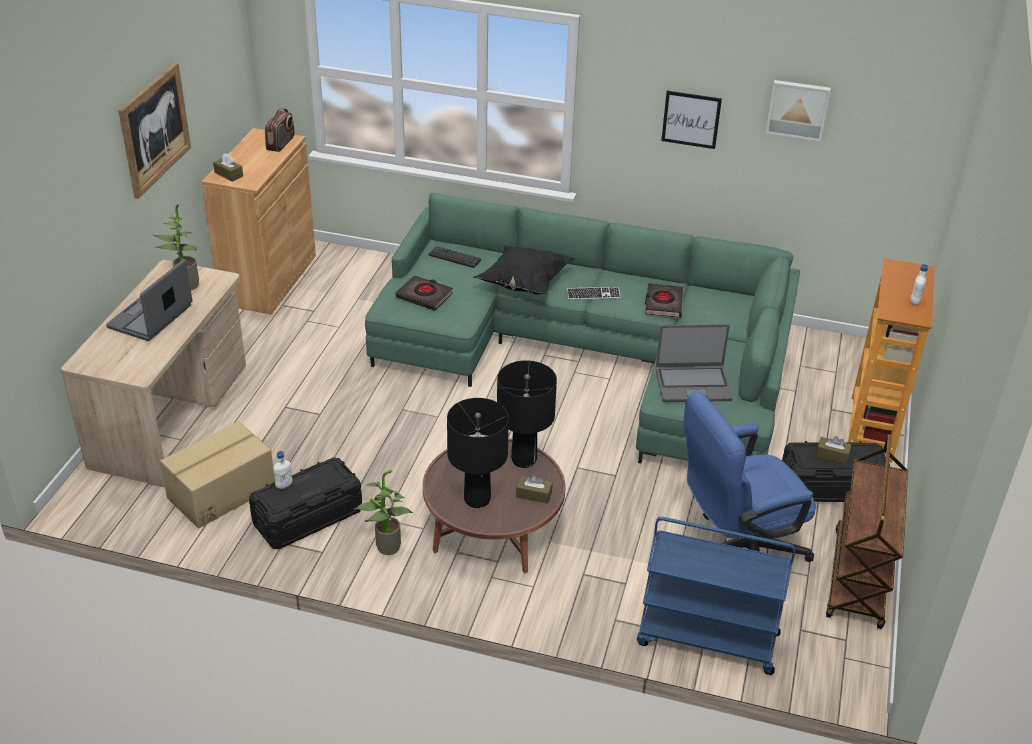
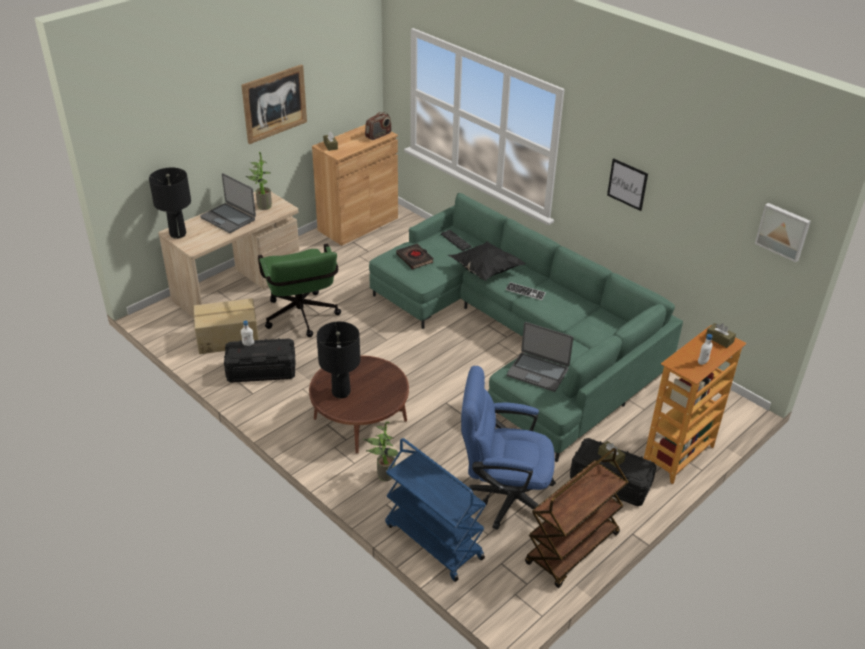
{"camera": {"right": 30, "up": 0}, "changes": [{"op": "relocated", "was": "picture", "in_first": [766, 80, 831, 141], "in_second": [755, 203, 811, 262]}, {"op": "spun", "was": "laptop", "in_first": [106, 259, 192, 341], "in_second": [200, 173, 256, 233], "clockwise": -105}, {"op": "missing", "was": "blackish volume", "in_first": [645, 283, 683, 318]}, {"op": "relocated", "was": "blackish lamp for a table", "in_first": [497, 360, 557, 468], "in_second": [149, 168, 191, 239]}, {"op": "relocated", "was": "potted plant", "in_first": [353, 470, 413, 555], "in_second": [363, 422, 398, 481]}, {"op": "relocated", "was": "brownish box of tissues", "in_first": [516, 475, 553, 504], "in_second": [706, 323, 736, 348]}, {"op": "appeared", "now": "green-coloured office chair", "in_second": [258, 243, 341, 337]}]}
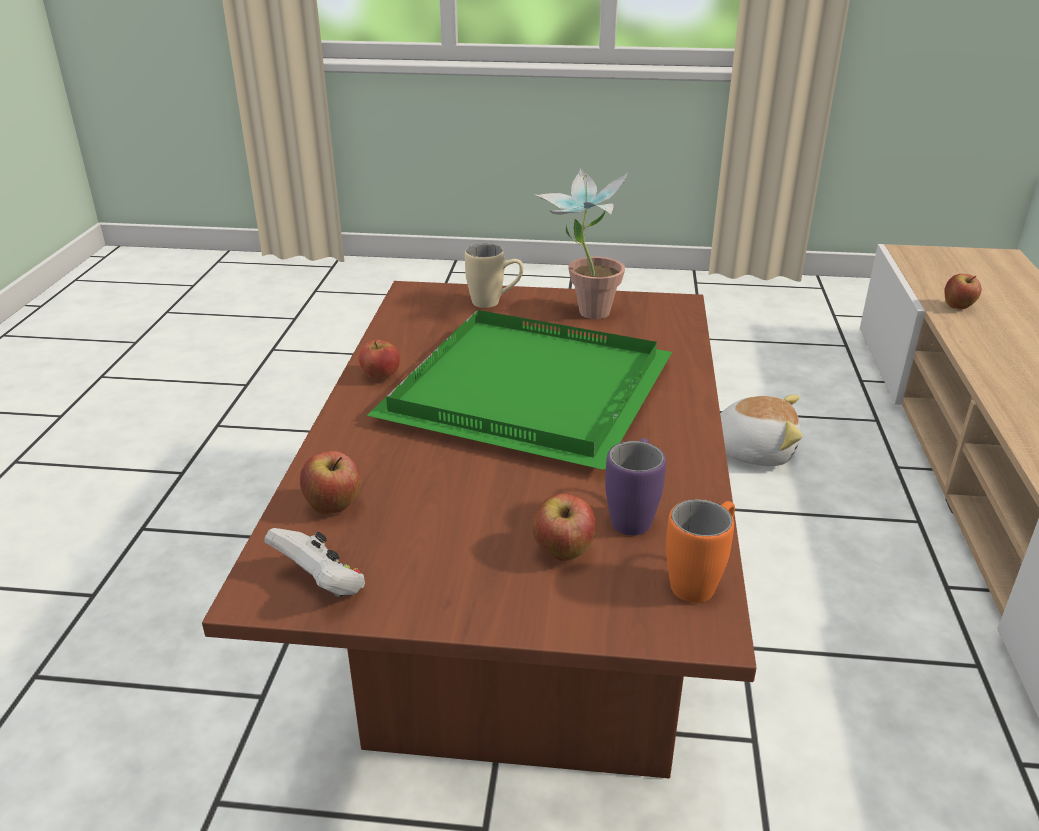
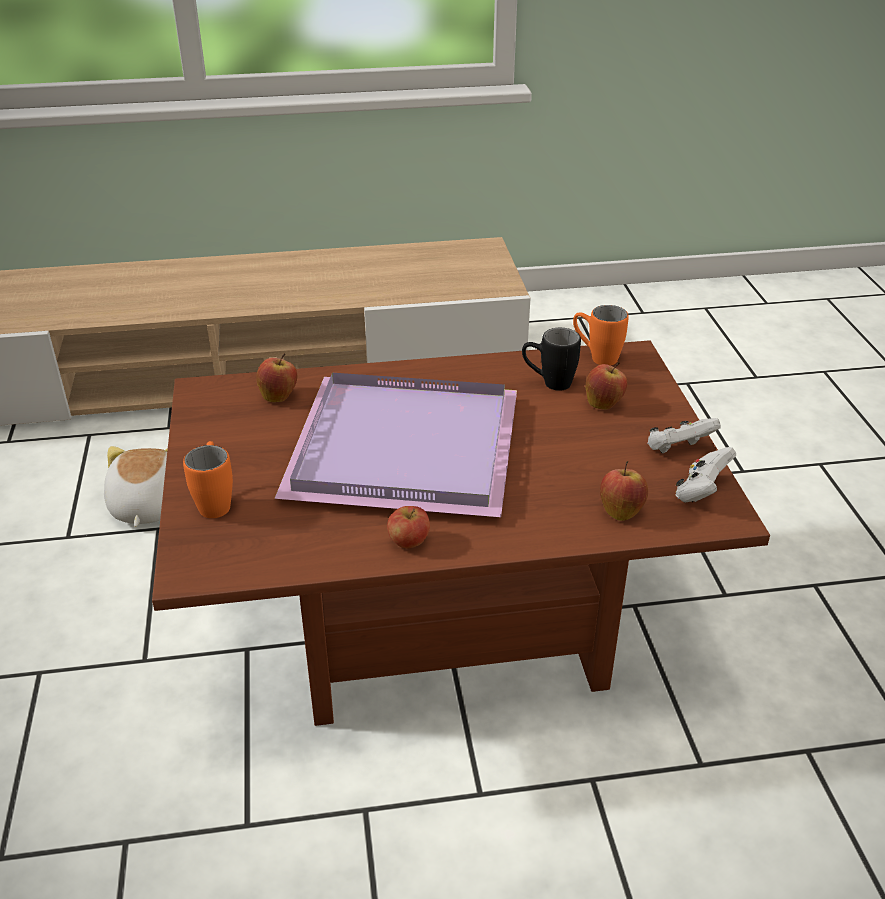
{"camera": {"right": -105, "up": 5}, "changes": [{"op": "missing", "was": "potted plant", "in_first": [535, 168, 628, 319]}, {"op": "colour", "was": "beige-coloured coffee mug", "now": "orange-coloured coffee mug", "in_first": [465, 244, 523, 308], "in_second": [183, 441, 233, 518]}, {"op": "relocated", "was": "apple", "in_first": [944, 274, 982, 309], "in_second": [256, 353, 297, 402]}, {"op": "colour", "was": "green-coloured tray", "now": "purple tray", "in_first": [367, 310, 672, 470], "in_second": [274, 373, 517, 517]}, {"op": "colour", "was": "purple coffee mug", "now": "blackish coffee mug", "in_first": [605, 438, 666, 536], "in_second": [522, 328, 581, 391]}, {"op": "appeared", "now": "whitish game controller", "in_second": [647, 418, 721, 453]}]}
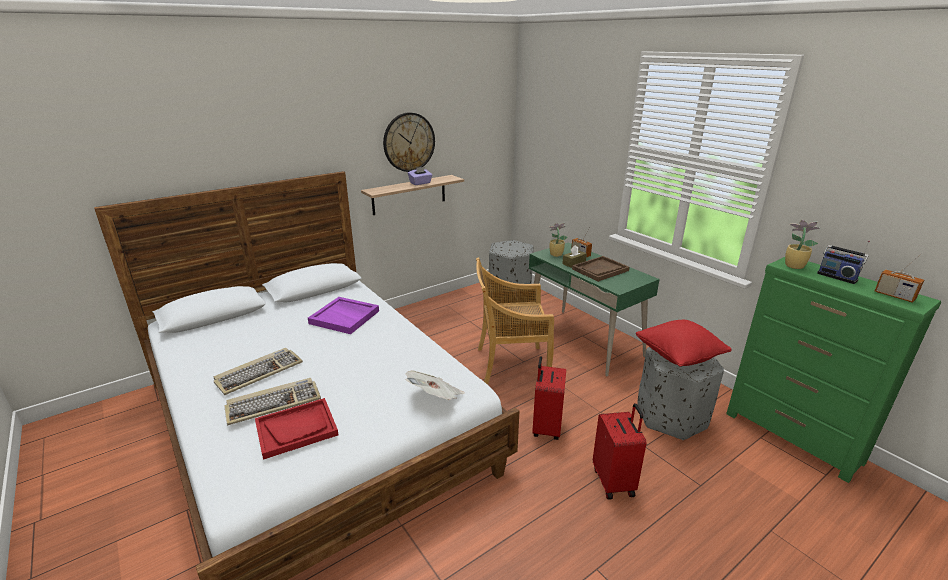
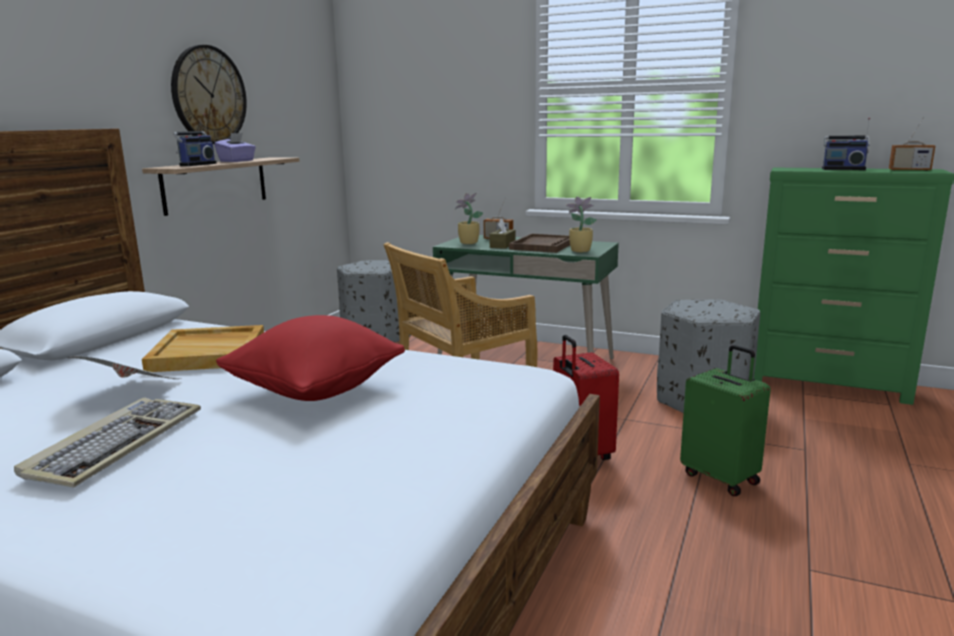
{"camera": {"right": -30, "up": -10}, "changes": [{"op": "relocated", "was": "potted plant", "in_first": [785, 220, 820, 269], "in_second": [565, 197, 597, 252]}, {"op": "colour", "was": "purple tray", "now": "beige-coloured tray", "in_first": [308, 297, 379, 334], "in_second": [142, 325, 264, 372]}, {"op": "relocated", "was": "reddish throw pillow", "in_first": [636, 319, 732, 367], "in_second": [216, 315, 405, 401]}, {"op": "relocated", "was": "newspaper", "in_first": [405, 370, 464, 400], "in_second": [67, 356, 182, 379]}, {"op": "missing", "was": "keyboard", "in_first": [224, 378, 321, 425]}, {"op": "missing", "was": "reddish tray", "in_first": [255, 398, 339, 460]}, {"op": "colour", "was": "reddish piece of luggage", "now": "green-coloured piece of luggage", "in_first": [593, 403, 647, 500], "in_second": [680, 345, 771, 496]}, {"op": "appeared", "now": "radio receiver", "in_second": [173, 113, 217, 166]}]}
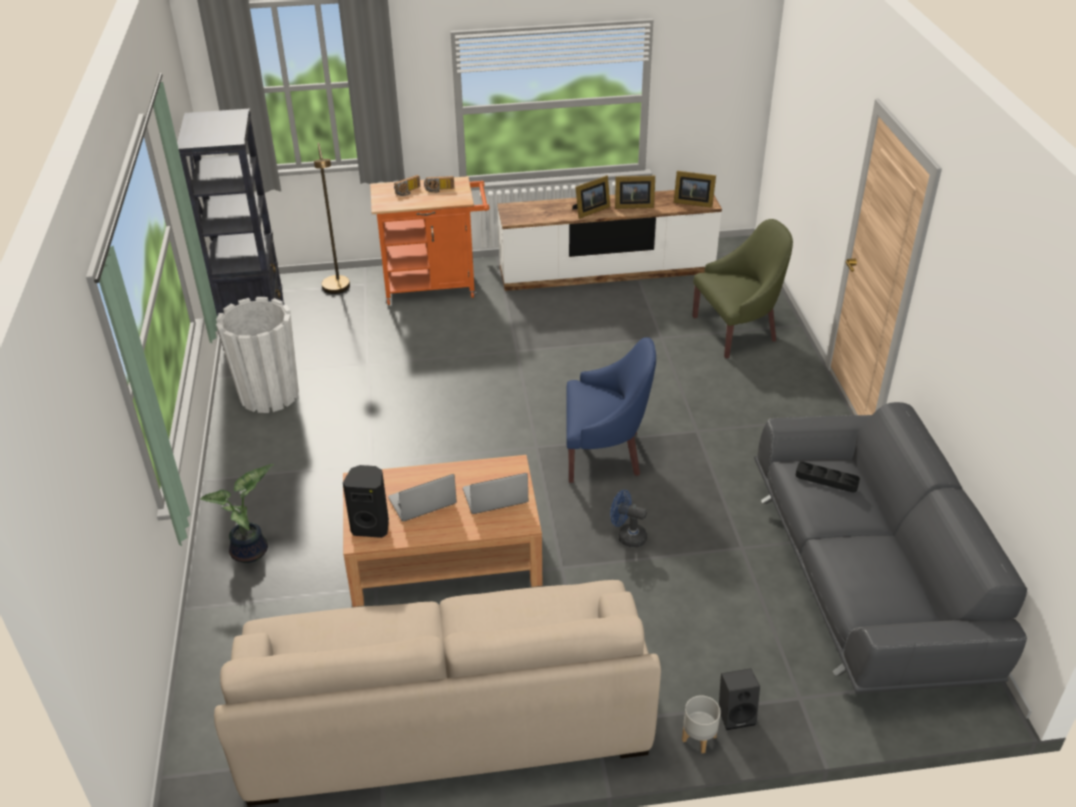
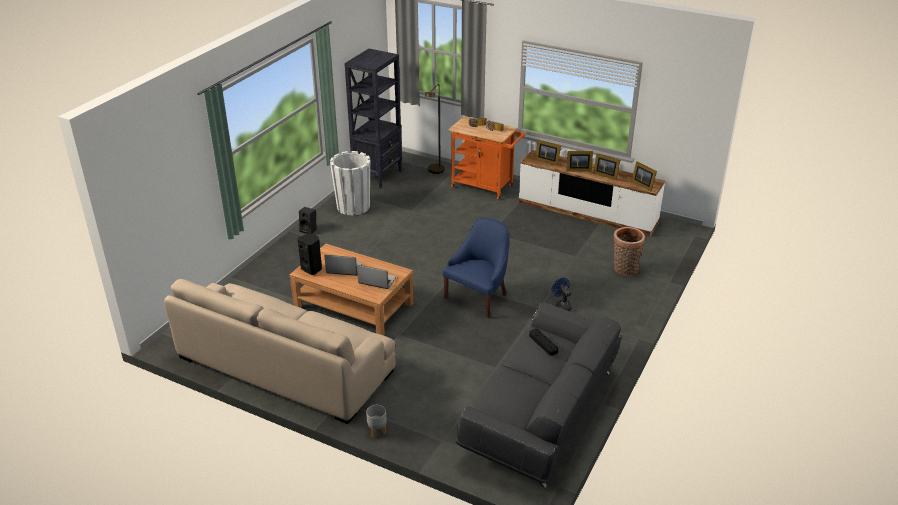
{"camera": {"right": 35, "up": -5}, "changes": [{"op": "exchanged", "was": "green-coloured easy chair", "now": "household basket", "in_first": [692, 219, 793, 358], "in_second": [613, 227, 645, 276]}, {"op": "spun", "was": "bluish easy chair", "in_first": [567, 337, 656, 483], "in_second": [443, 217, 510, 318], "clockwise": -90}, {"op": "missing", "was": "potted plant", "in_first": [200, 464, 274, 563]}, {"op": "relocated", "was": "bluish fan", "in_first": [610, 490, 647, 548], "in_second": [551, 277, 572, 311]}, {"op": "relocated", "was": "blackish speaker", "in_first": [719, 668, 760, 730], "in_second": [299, 207, 316, 234]}, {"op": "appeared", "now": "picture frame", "in_second": [535, 140, 561, 165]}]}
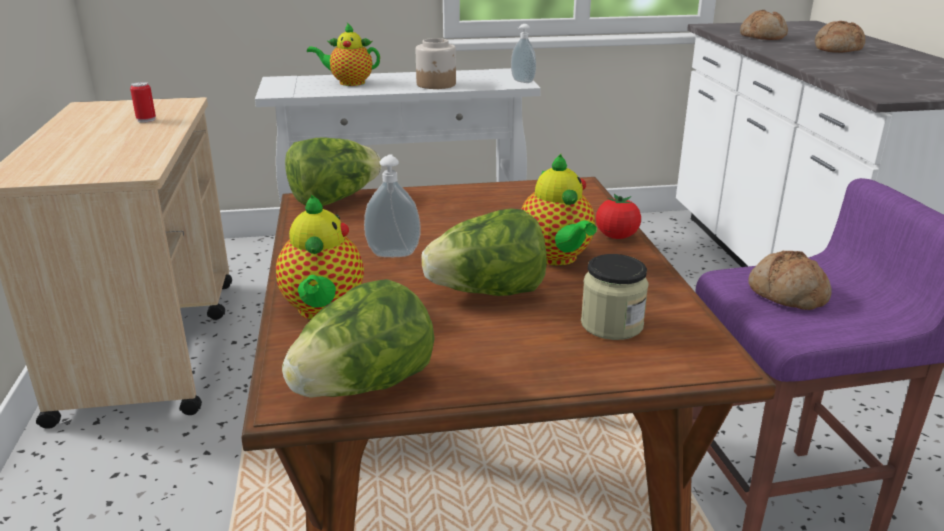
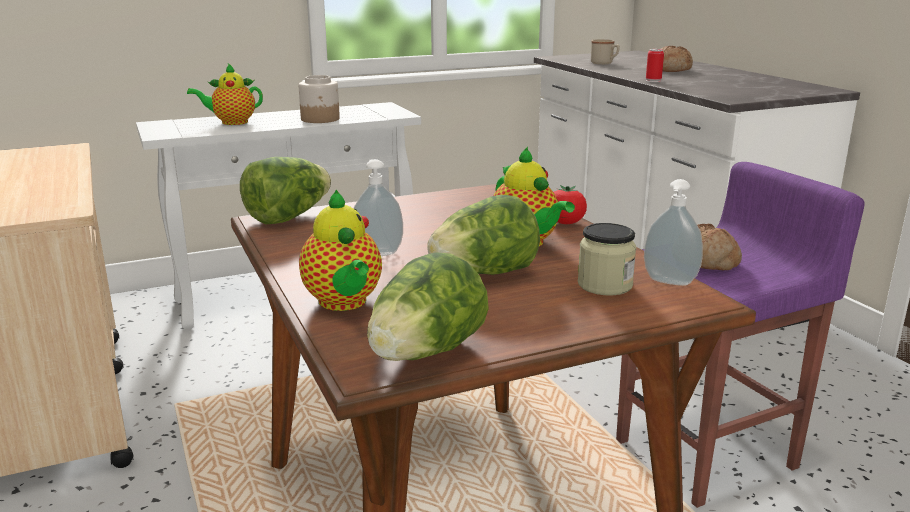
{"camera": {"right": -15, "up": -5}, "changes": [{"op": "exchanged", "was": "bread", "now": "beige-coloured coffee mug", "in_first": [740, 10, 788, 40], "in_second": [591, 39, 620, 64]}, {"op": "relocated", "was": "liquid soap bottle", "in_first": [511, 24, 536, 83], "in_second": [644, 179, 703, 286]}, {"op": "relocated", "was": "can", "in_first": [130, 82, 156, 123], "in_second": [646, 49, 664, 82]}]}
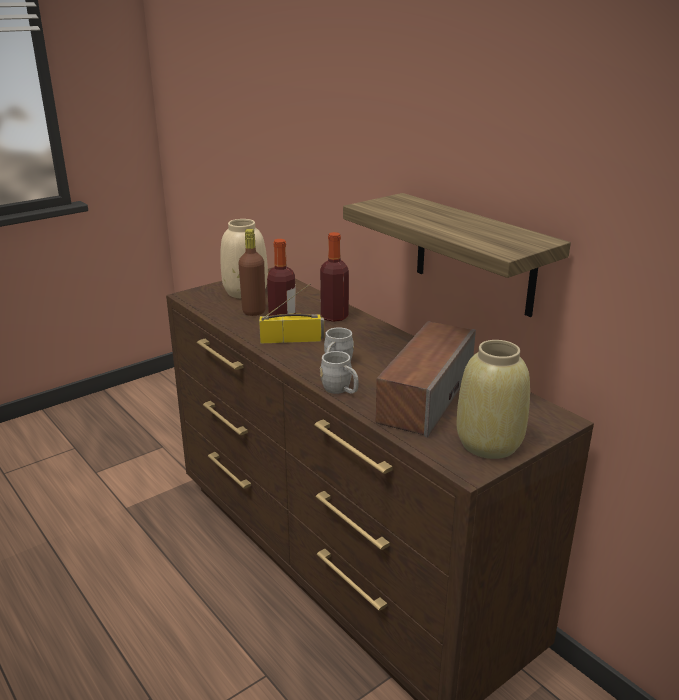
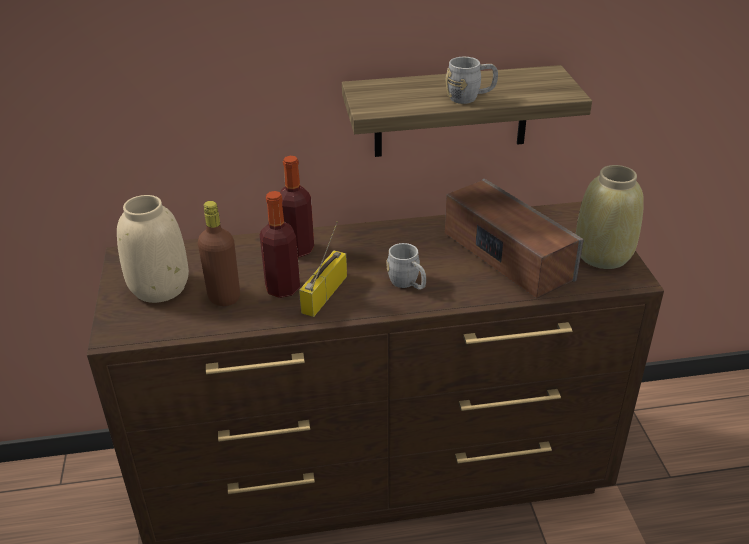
{"camera": {"right": -60, "up": 10}, "changes": [{"op": "relocated", "was": "gray coffee mug", "in_first": [320, 351, 359, 394], "in_second": [446, 57, 498, 104]}]}
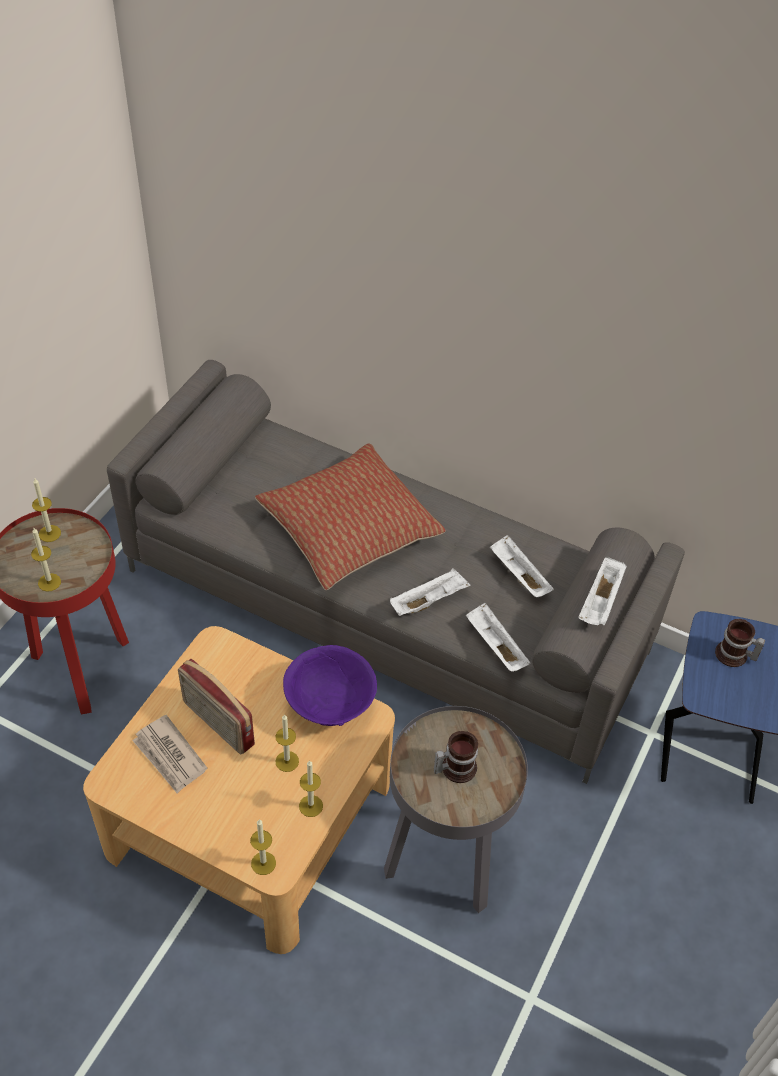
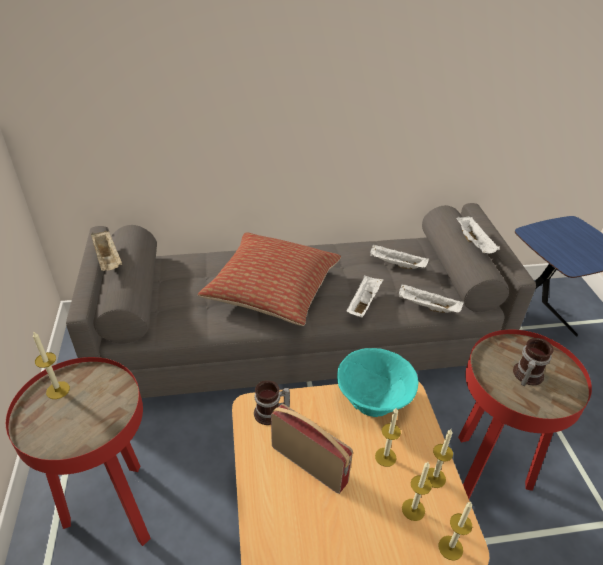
{"camera": {"right": -35, "up": -10}, "changes": [{"op": "relocated", "was": "candle", "in_first": [31, 528, 61, 592], "in_second": [402, 462, 432, 521]}, {"op": "relocated", "was": "coffee mug", "in_first": [715, 619, 765, 667], "in_second": [254, 380, 290, 425]}, {"op": "colour", "was": "purple deep dish", "now": "turquoise deep dish", "in_first": [283, 645, 377, 726], "in_second": [337, 348, 418, 417]}, {"op": "spun", "was": "radio receiver", "in_first": [178, 659, 255, 755], "in_second": [271, 404, 353, 494], "clockwise": -150}, {"op": "colour", "was": "gray end table", "now": "reddish end table", "in_first": [384, 706, 528, 913], "in_second": [458, 330, 592, 499]}, {"op": "missing", "was": "newspaper", "in_first": [132, 715, 207, 793]}, {"op": "appeared", "now": "beige-coloured tray", "in_second": [91, 231, 122, 271]}]}
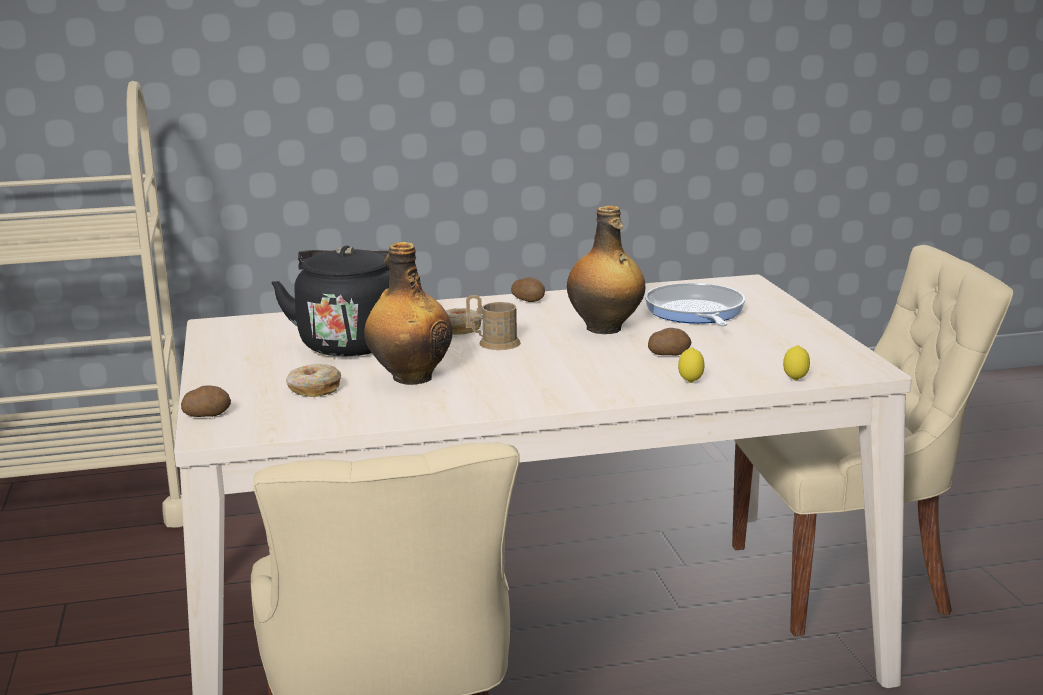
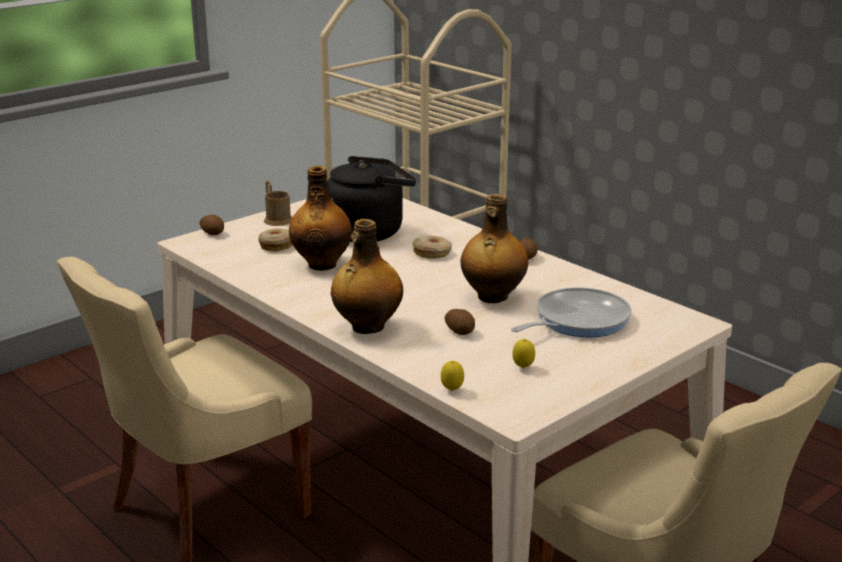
{"camera": {"right": 60, "up": 5}, "changes": [{"op": "relocated", "was": "brownish coffee mug", "in_first": [465, 295, 521, 350], "in_second": [264, 180, 292, 226]}, {"op": "relocated", "was": "whole lemon", "in_first": [678, 348, 704, 383], "in_second": [513, 339, 535, 368]}, {"op": "appeared", "now": "bottle", "in_second": [331, 219, 403, 334]}]}
